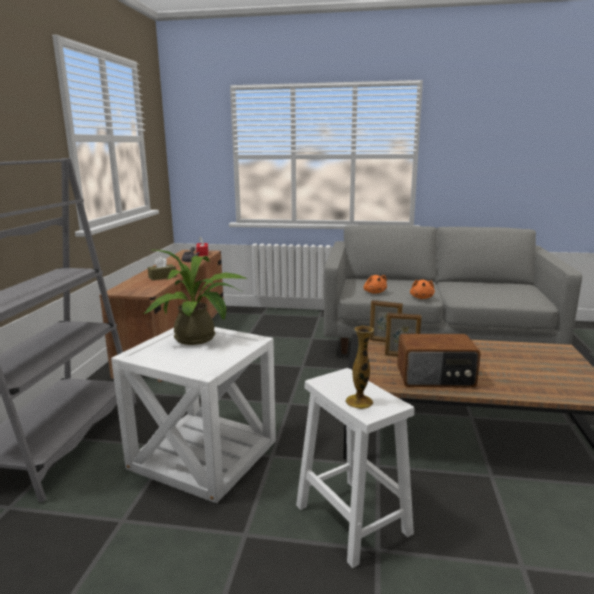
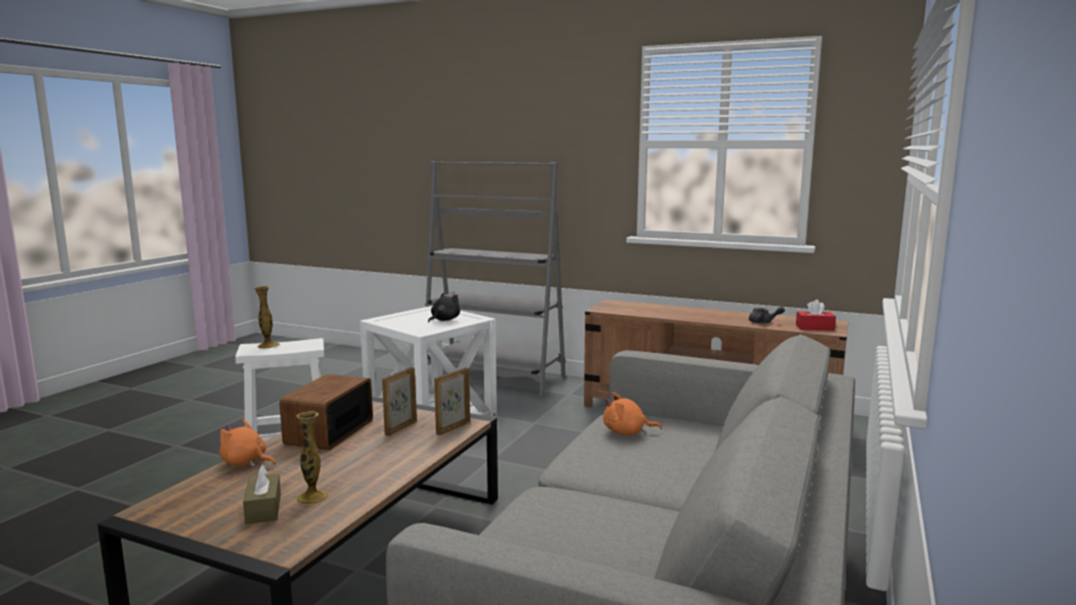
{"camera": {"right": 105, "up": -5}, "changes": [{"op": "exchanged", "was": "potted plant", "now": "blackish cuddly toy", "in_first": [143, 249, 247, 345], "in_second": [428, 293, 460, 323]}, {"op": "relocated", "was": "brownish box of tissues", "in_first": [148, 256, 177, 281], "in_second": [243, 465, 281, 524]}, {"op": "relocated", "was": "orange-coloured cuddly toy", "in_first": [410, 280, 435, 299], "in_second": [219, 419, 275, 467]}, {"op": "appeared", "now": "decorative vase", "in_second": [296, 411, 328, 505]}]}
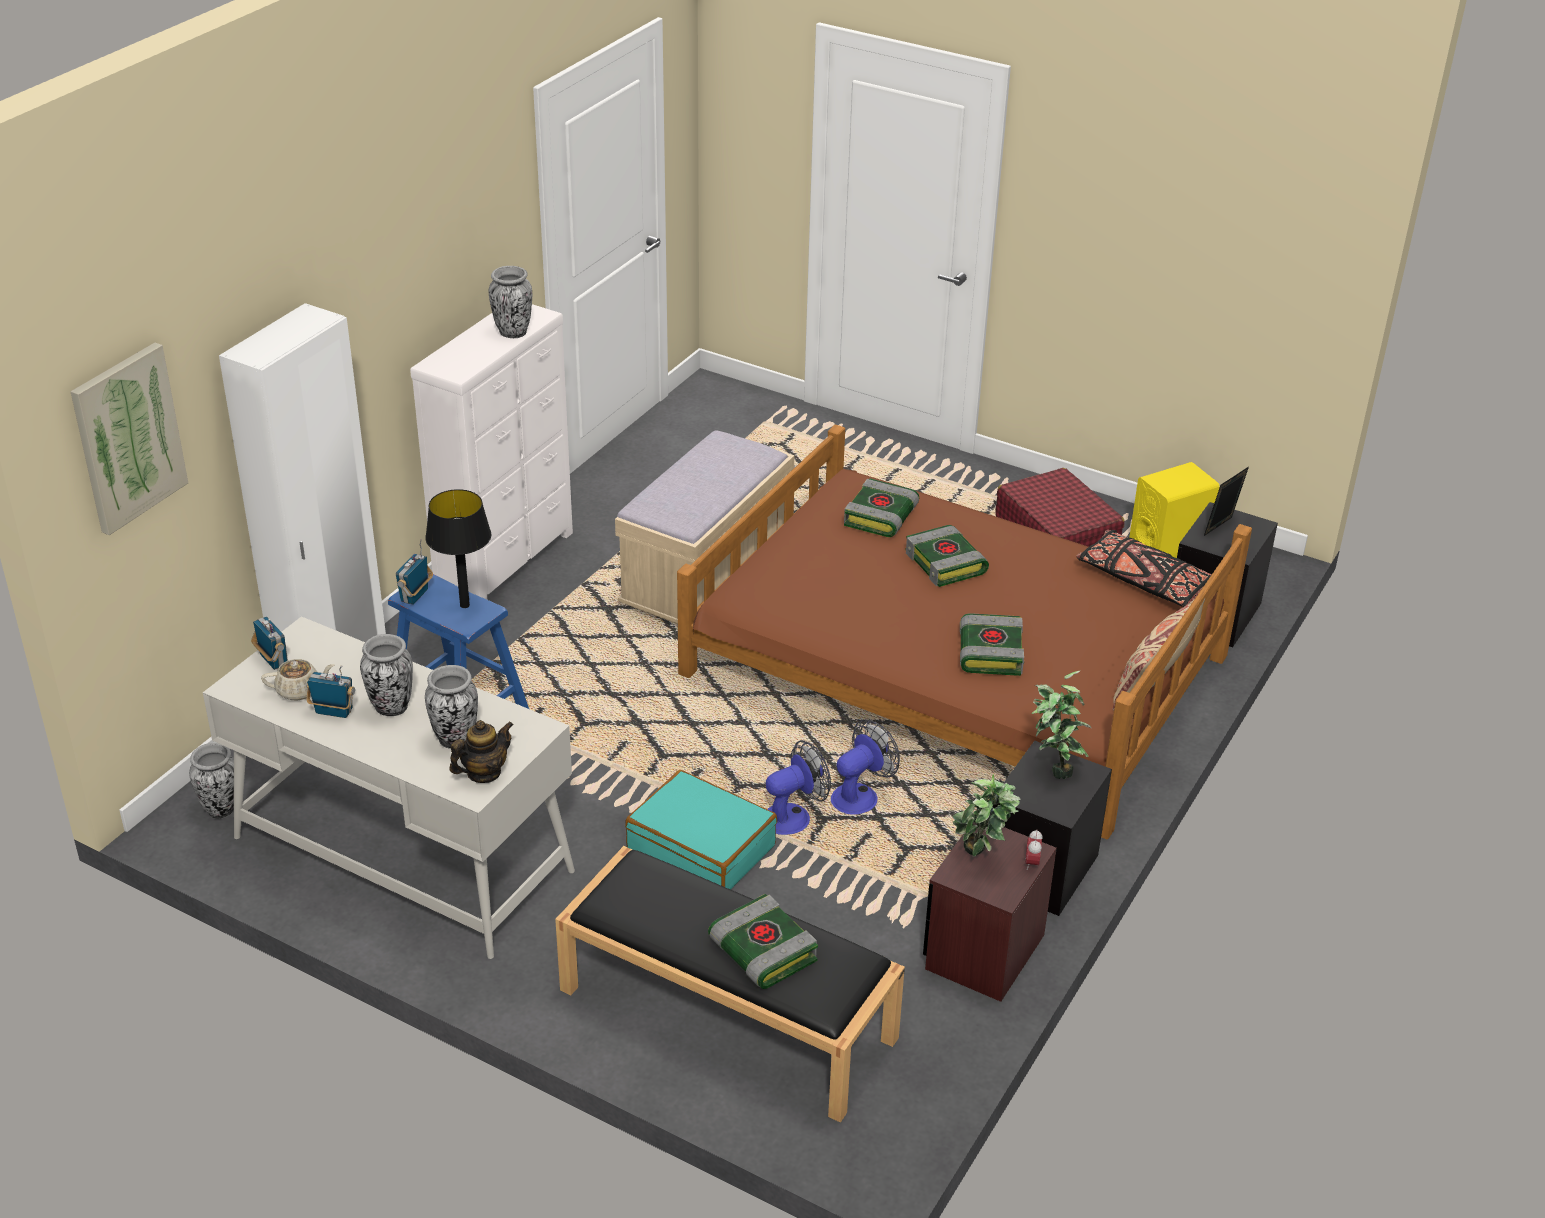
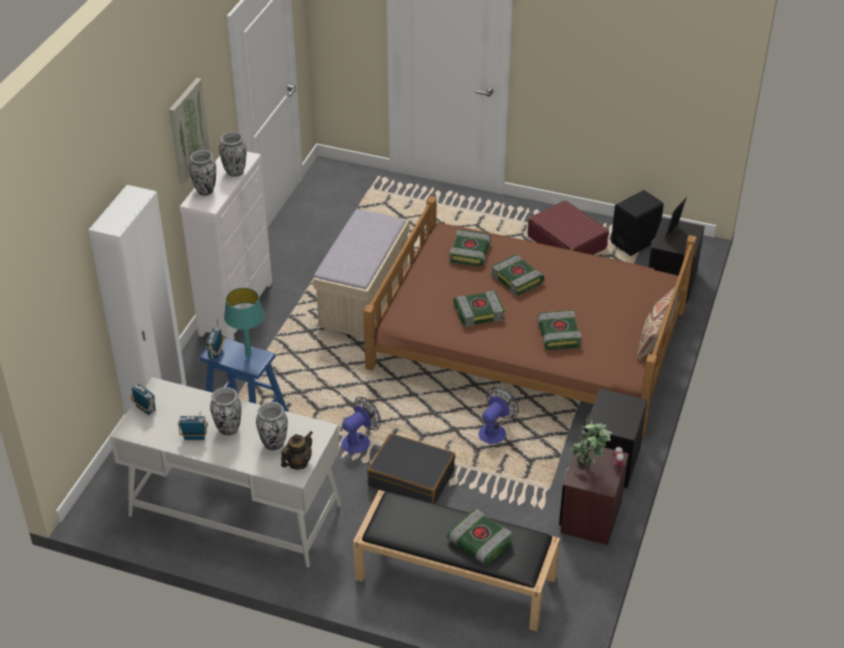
{"camera": {"right": -10, "up": 5}, "changes": [{"op": "relocated", "was": "picture", "in_first": [70, 343, 188, 535], "in_second": [169, 78, 210, 184]}, {"op": "colour", "was": "yellow speaker", "now": "blackish speaker", "in_first": [1129, 462, 1220, 558], "in_second": [611, 190, 664, 256]}, {"op": "colour", "was": "blackish lamp for a table", "now": "turquoise lamp for a table", "in_first": [425, 489, 491, 608], "in_second": [224, 288, 264, 357]}, {"op": "missing", "was": "blackish throw pillow", "in_first": [1076, 530, 1212, 607]}, {"op": "missing", "was": "beige-coloured teapot", "in_first": [261, 659, 334, 700]}, {"op": "missing", "was": "potted plant", "in_first": [1032, 671, 1091, 779]}, {"op": "relocated", "was": "fan", "in_first": [765, 740, 831, 835], "in_second": [341, 397, 381, 454]}, {"op": "relocated", "was": "decorative vase", "in_first": [189, 743, 234, 819], "in_second": [189, 150, 216, 196]}, {"op": "colour", "was": "turquoise piece of luggage", "now": "blackish piece of luggage", "in_first": [625, 770, 777, 890], "in_second": [367, 433, 455, 504]}, {"op": "appeared", "now": "volume", "in_second": [454, 291, 505, 327]}]}
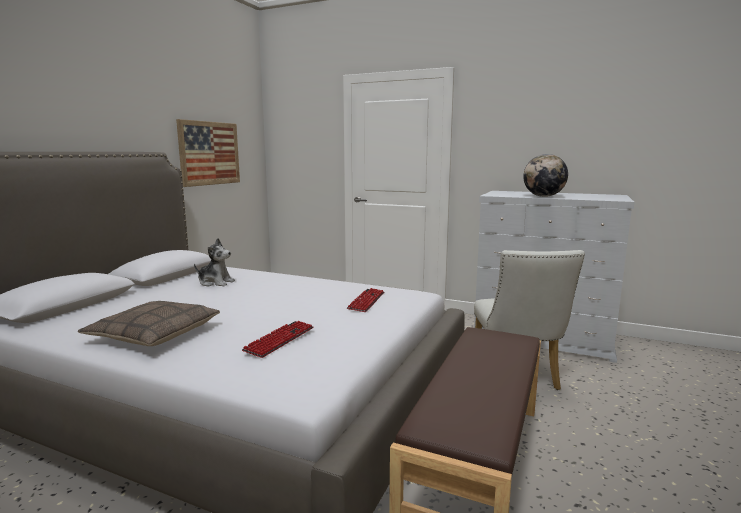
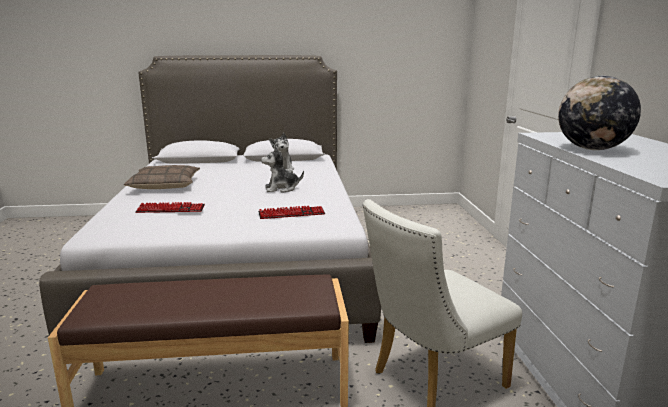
{"camera": {"right": 60, "up": 5}, "changes": [{"op": "missing", "was": "picture", "in_first": [176, 119, 240, 187]}, {"op": "appeared", "now": "cuddly toy", "in_second": [261, 147, 304, 193]}]}
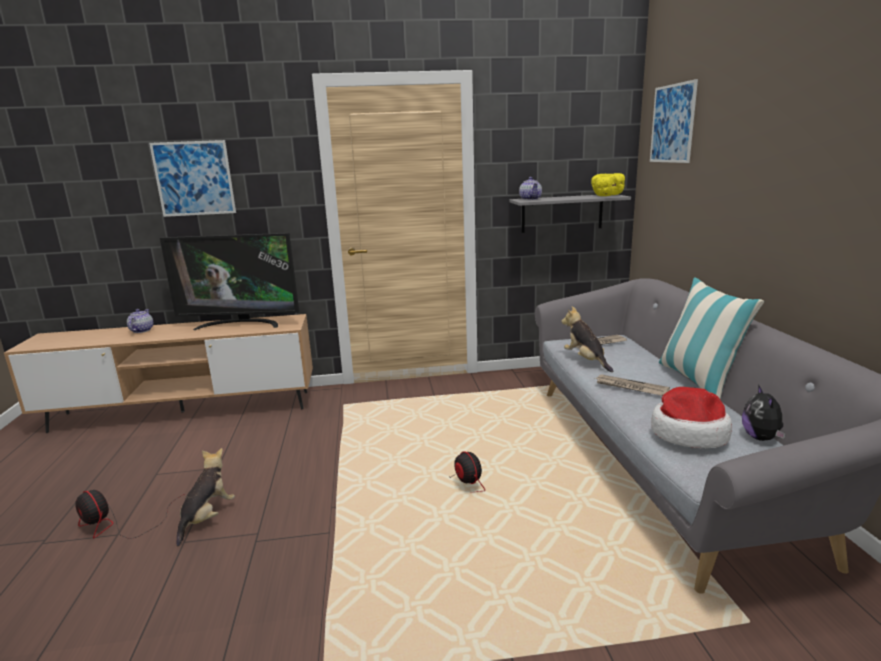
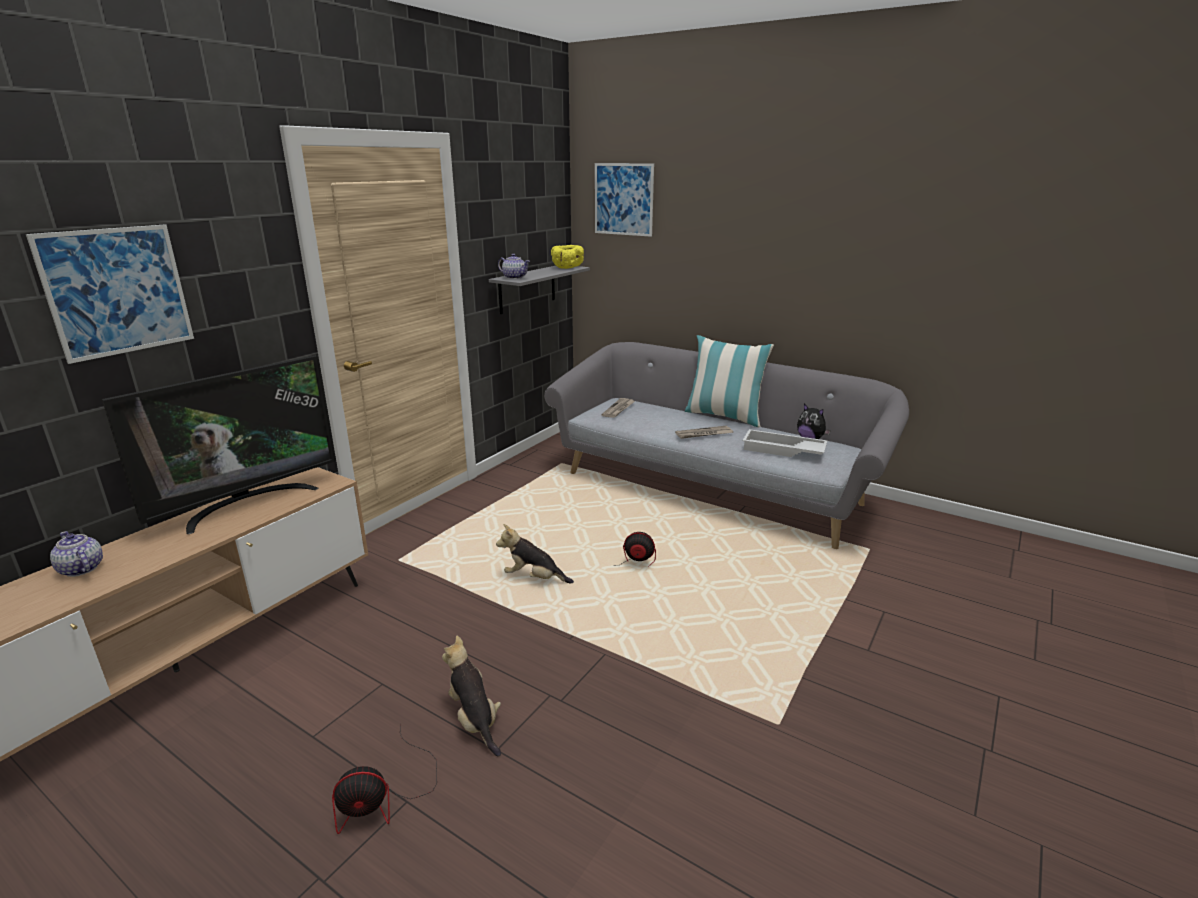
{"camera": {"right": -50, "up": 5}, "changes": [{"op": "relocated", "was": "cuddly toy", "in_first": [561, 306, 613, 372], "in_second": [496, 524, 574, 584]}, {"op": "exchanged", "was": "hat", "now": "whitish tray", "in_first": [651, 387, 732, 448], "in_second": [743, 429, 828, 457]}]}
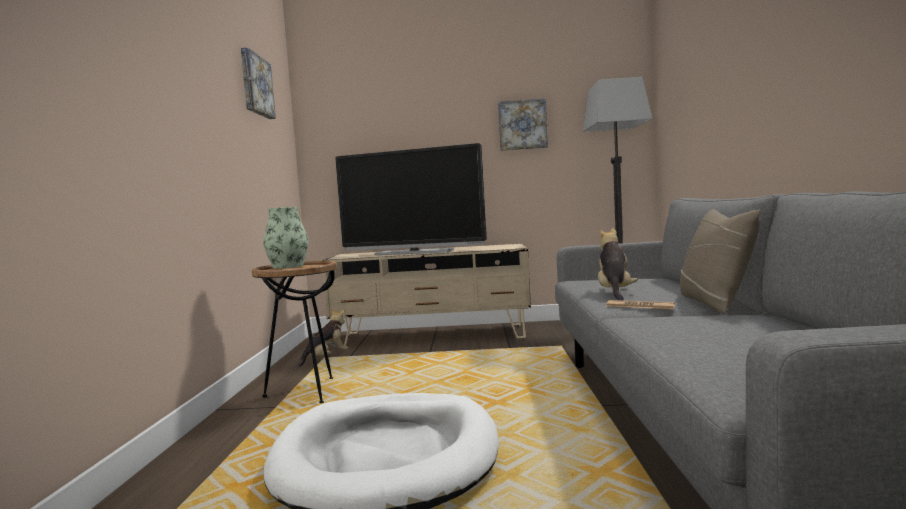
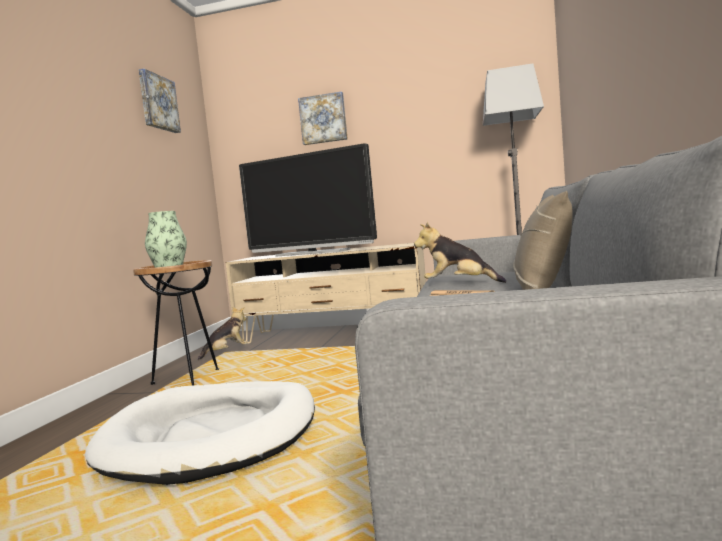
{"camera": {"right": 10, "up": 0}, "changes": [{"op": "relocated", "was": "picture", "in_first": [498, 99, 548, 151], "in_second": [298, 91, 348, 145]}, {"op": "spun", "was": "cuddly toy", "in_first": [598, 228, 638, 300], "in_second": [414, 222, 506, 283], "clockwise": -90}]}
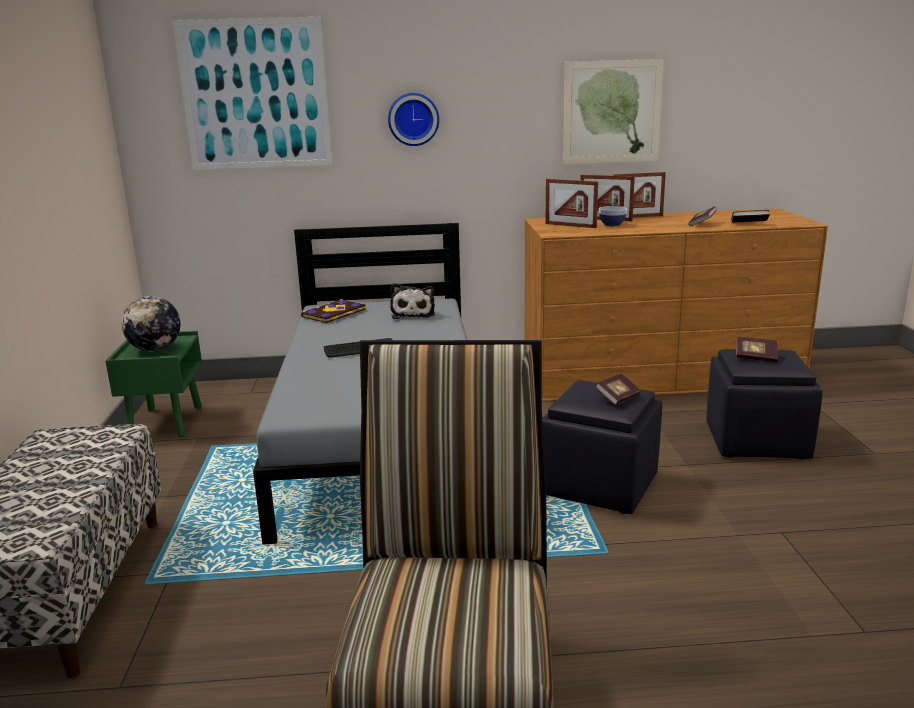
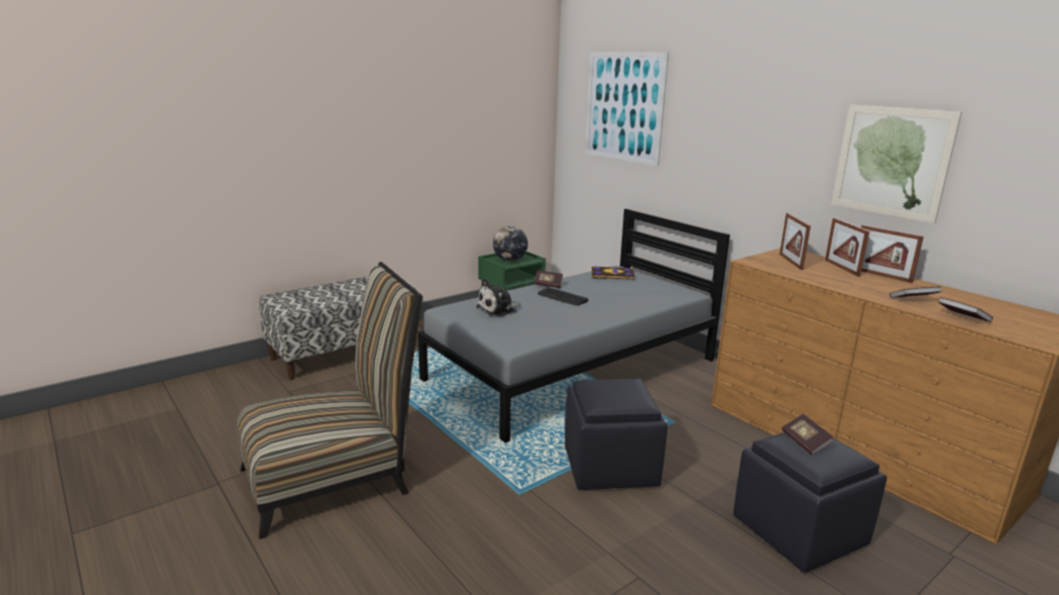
{"camera": {"right": 55, "up": 0}, "changes": [{"op": "missing", "was": "hanging clock", "in_first": [388, 93, 439, 146]}, {"op": "missing", "was": "deep dish", "in_first": [599, 206, 627, 226]}, {"op": "relocated", "was": "cuddly toy", "in_first": [390, 283, 435, 319], "in_second": [476, 278, 520, 317]}, {"op": "relocated", "was": "volume", "in_first": [596, 373, 641, 405], "in_second": [534, 271, 563, 288]}]}
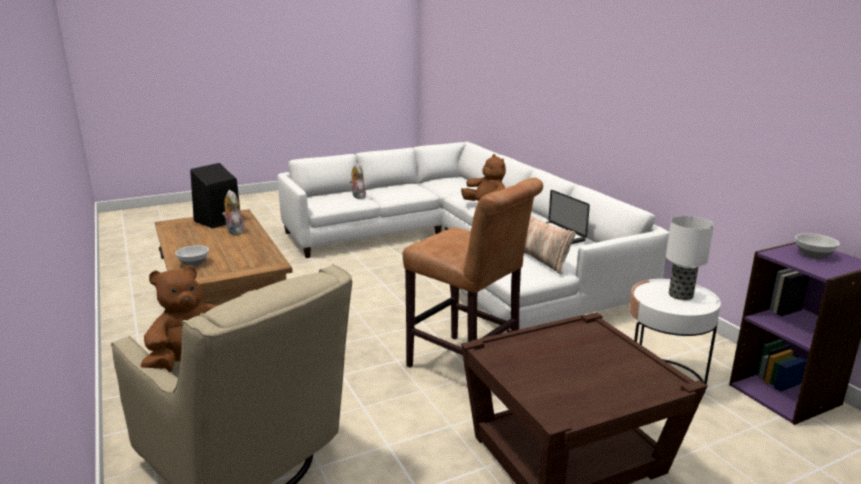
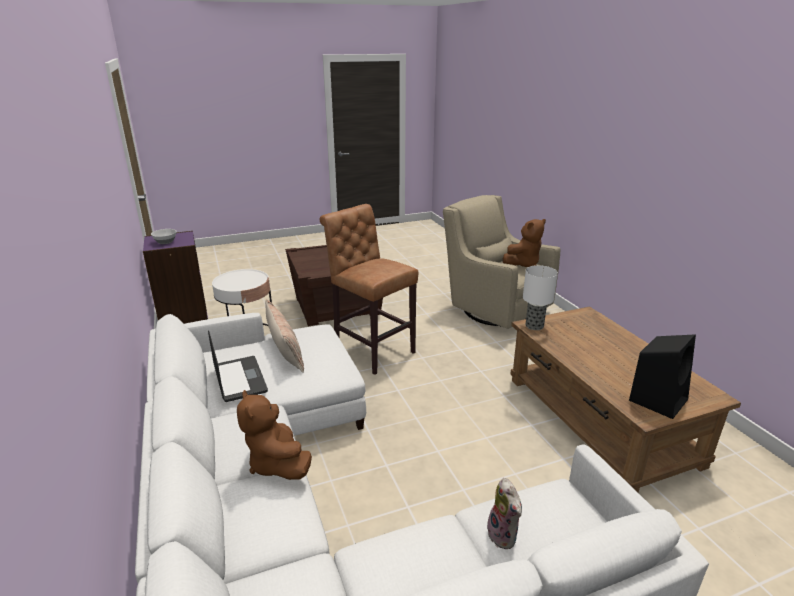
{"camera": {"right": -175, "up": 5}, "changes": [{"op": "missing", "was": "cuddly toy", "in_first": [222, 190, 244, 235]}, {"op": "relocated", "was": "lamp for a table", "in_first": [666, 216, 714, 300], "in_second": [523, 265, 558, 330]}, {"op": "missing", "was": "deep dish", "in_first": [175, 245, 209, 267]}]}
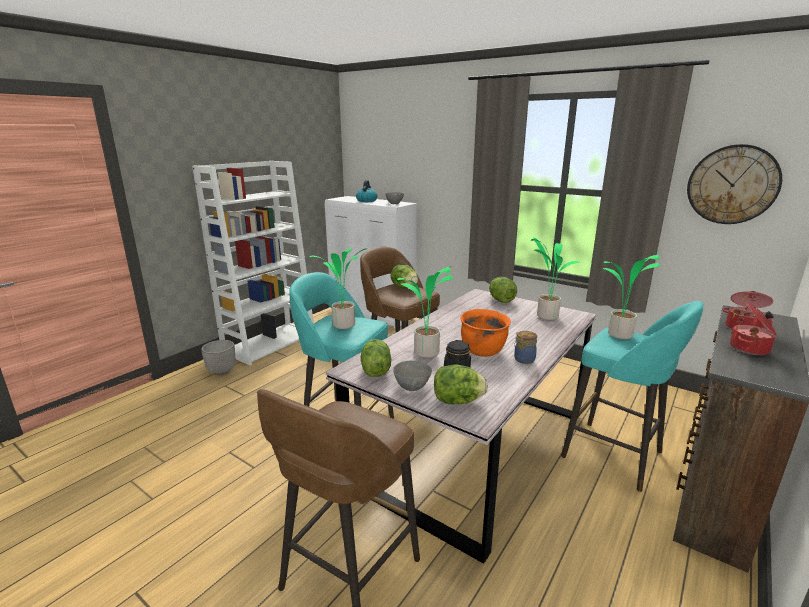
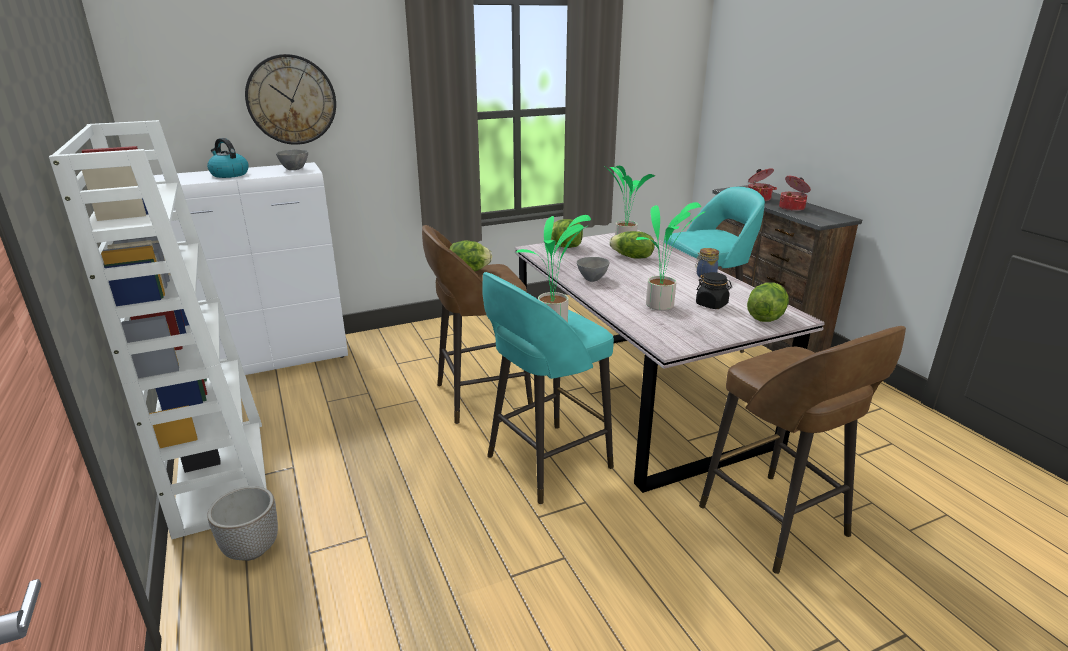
{"camera": {"right": -60, "up": 5}, "changes": [{"op": "relocated", "was": "hanging clock", "in_first": [687, 144, 782, 224], "in_second": [245, 54, 336, 145]}, {"op": "missing", "was": "potted plant", "in_first": [603, 255, 660, 339]}, {"op": "missing", "was": "orange-coloured saucepot", "in_first": [460, 309, 511, 357]}, {"op": "relocated", "was": "lettuce head", "in_first": [361, 339, 391, 377], "in_second": [609, 231, 655, 259]}, {"op": "relocated", "was": "gray deep dish", "in_first": [393, 361, 432, 391], "in_second": [577, 257, 610, 282]}]}
